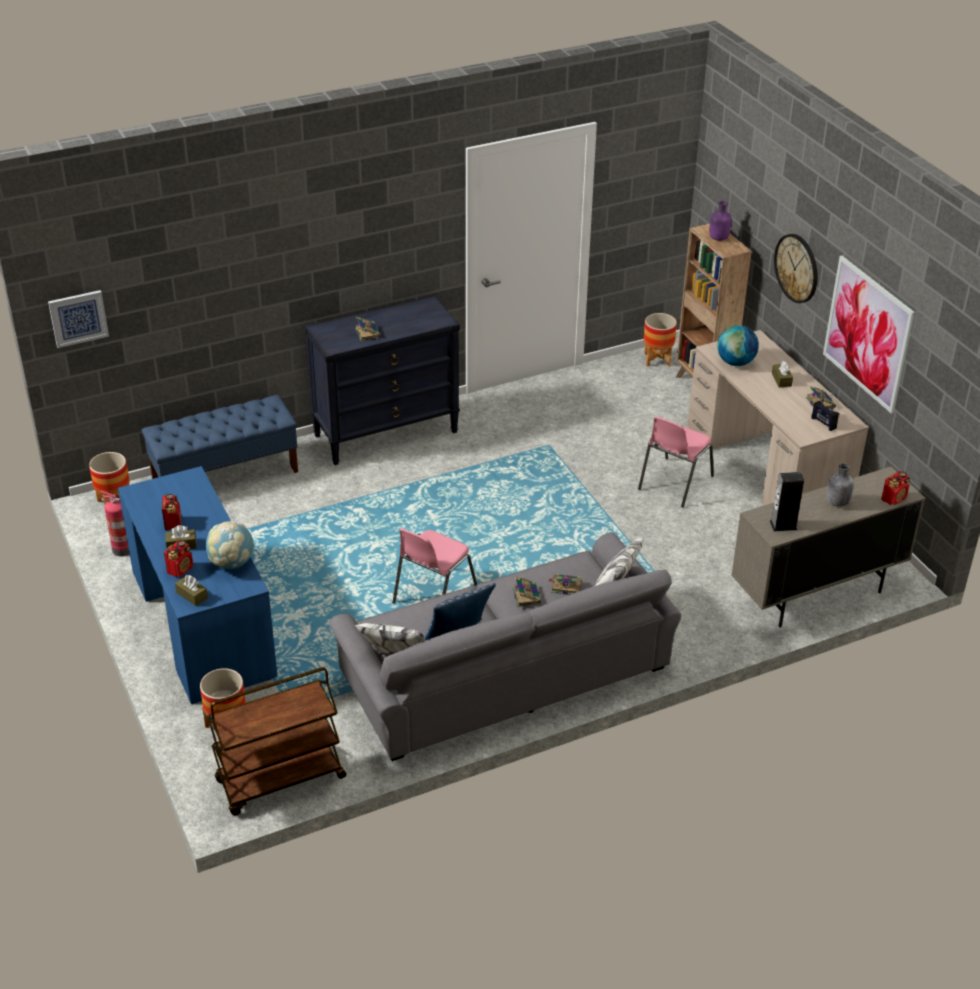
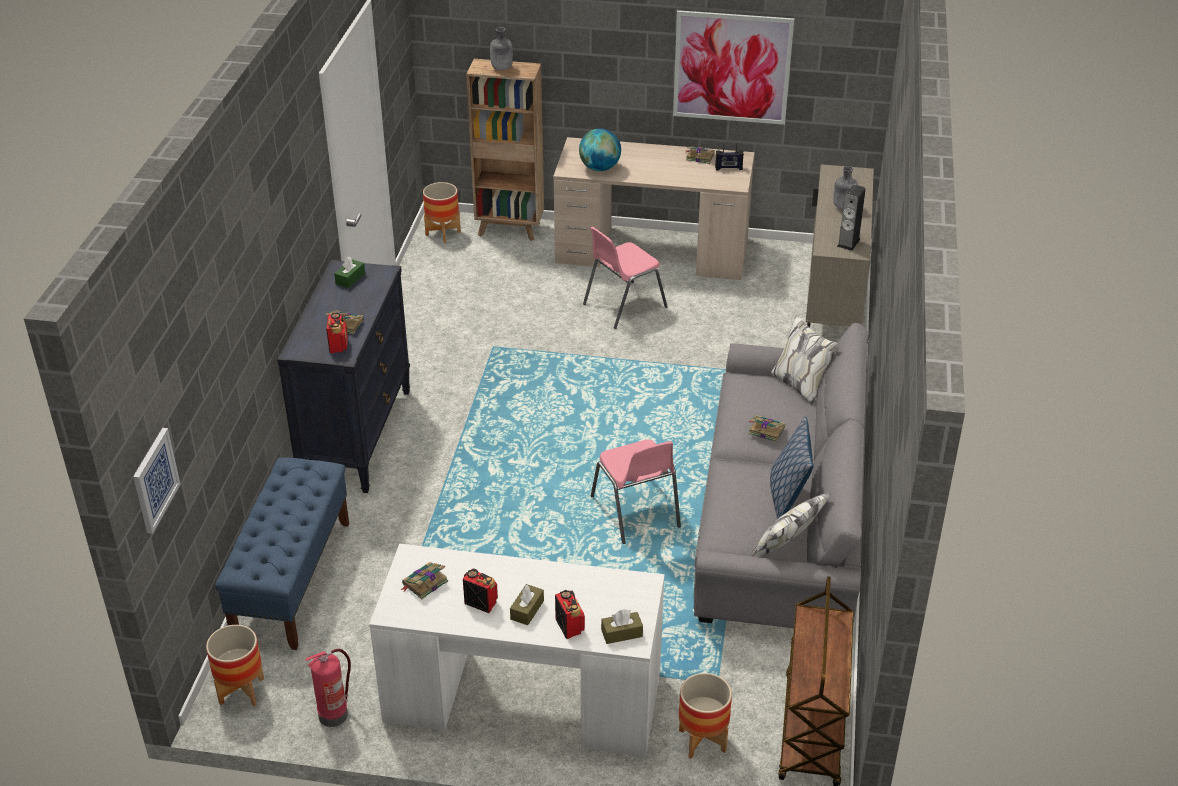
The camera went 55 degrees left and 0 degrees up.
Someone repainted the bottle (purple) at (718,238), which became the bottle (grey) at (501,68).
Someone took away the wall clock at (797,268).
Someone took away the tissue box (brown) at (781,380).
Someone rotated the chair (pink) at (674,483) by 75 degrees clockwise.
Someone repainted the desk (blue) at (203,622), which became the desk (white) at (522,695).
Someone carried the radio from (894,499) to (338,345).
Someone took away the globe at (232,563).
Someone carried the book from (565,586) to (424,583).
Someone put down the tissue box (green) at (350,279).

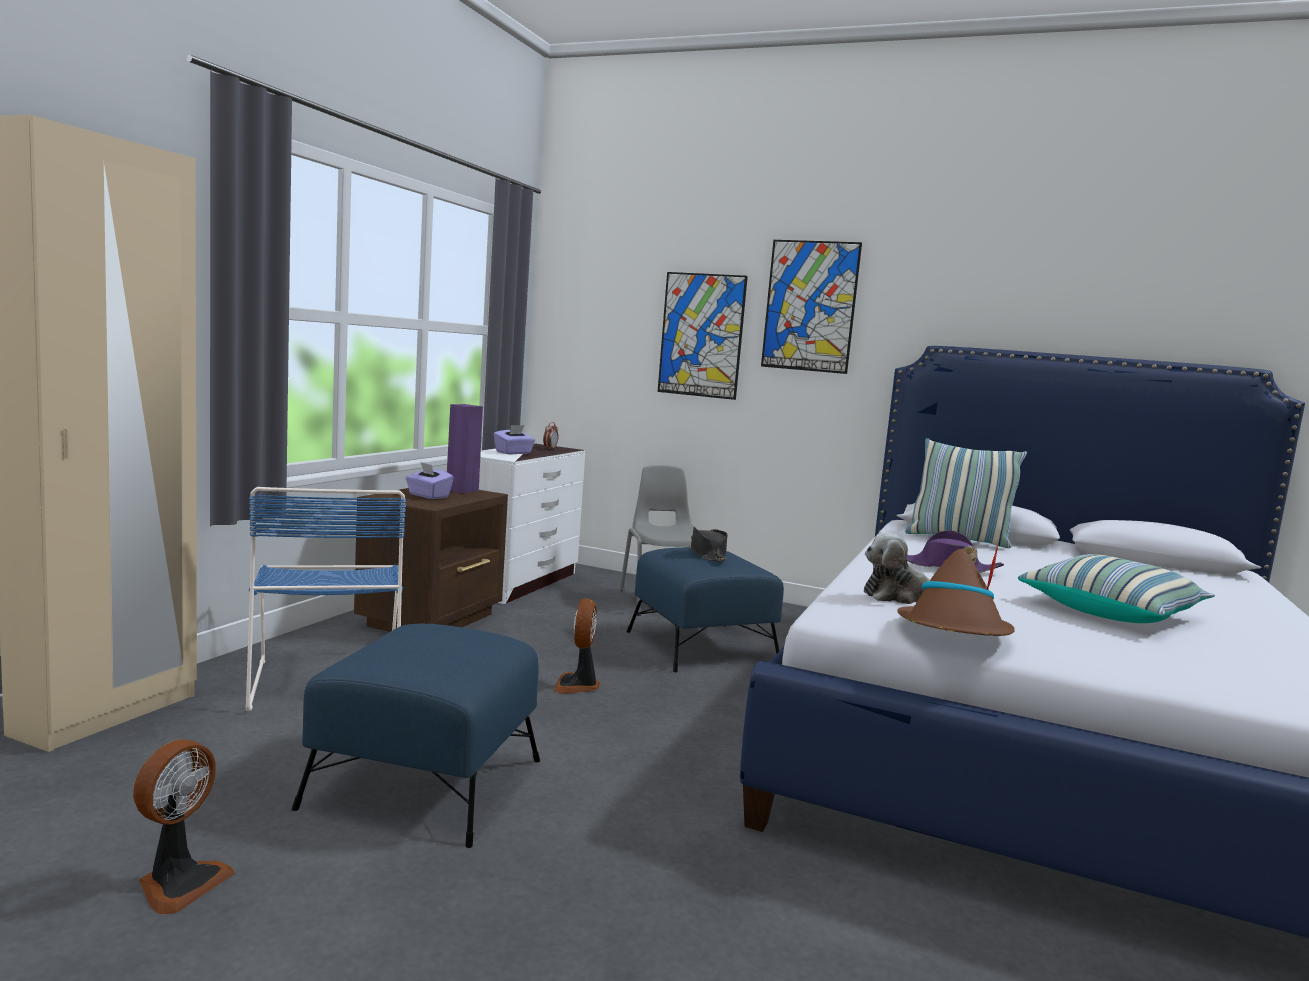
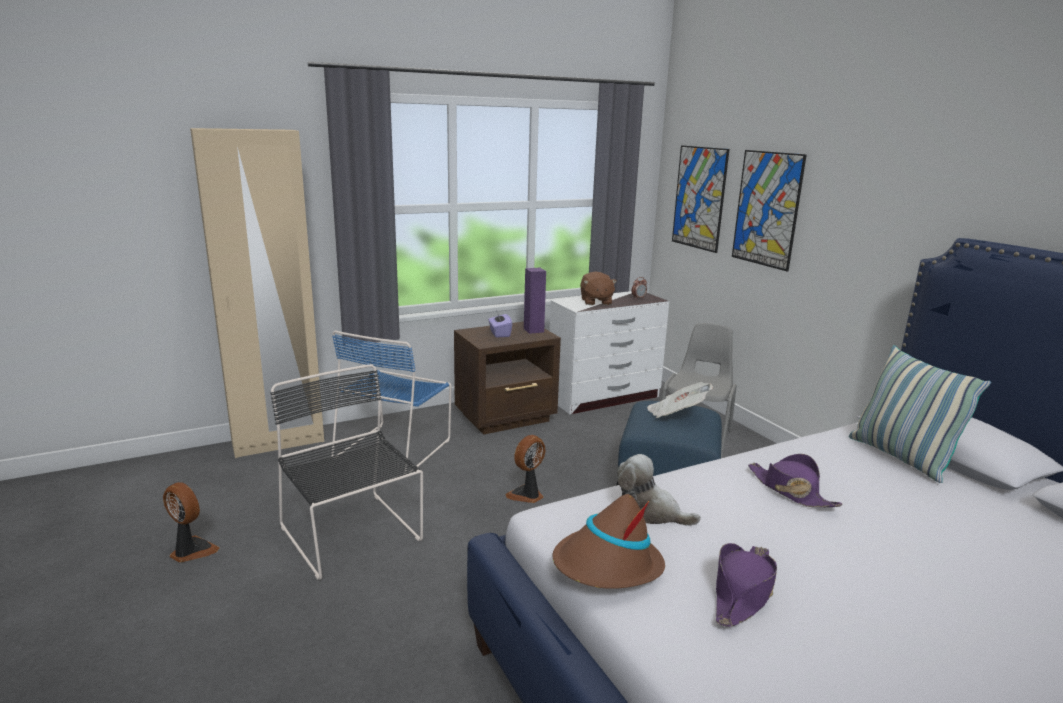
The camera went 40 degrees right and 10 degrees up.
Someone carried the picture from (810,306) to (699,198).
Someone swapped the tissue box (purple) at (513,453) for the plush toy (brown) at (595,302).
Someone swapped the hat (black) at (707,554) for the newspaper at (676,414).
Someone took away the pillow at (1111,612).
Someone swapped the ottoman (blue) at (426,782) for the chair (black) at (352,536).
Someone rotated the fan at (179,883) by 120 degrees counterclockwise.
Someone put down the hat (purple) at (742,592).

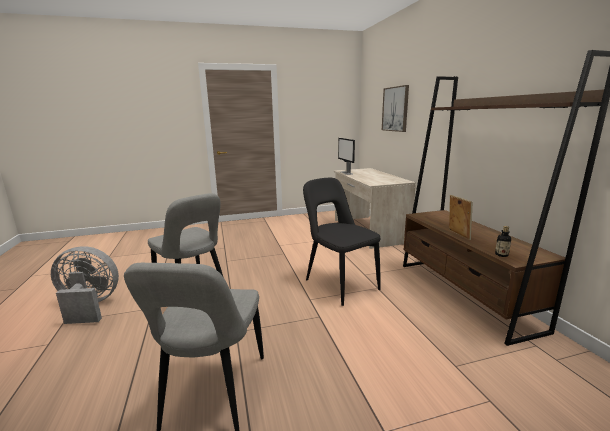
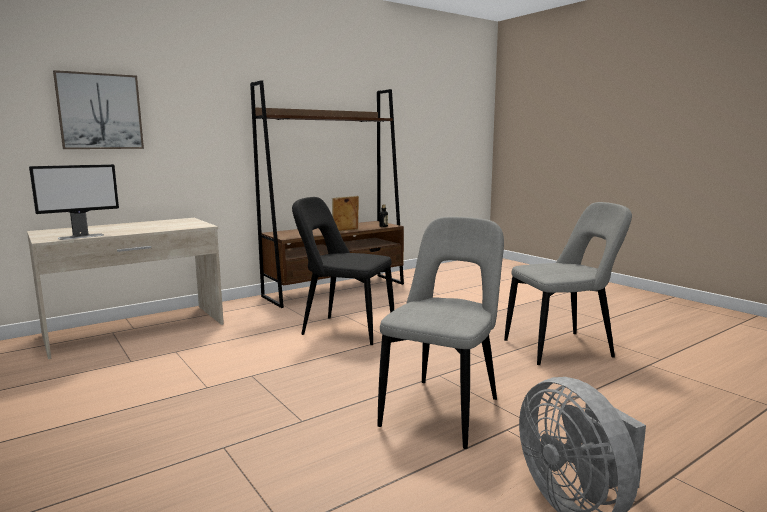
The camera went 110 degrees left and 5 degrees down.
Someone rotated the chair (black) at (339,284) by 75 degrees clockwise.

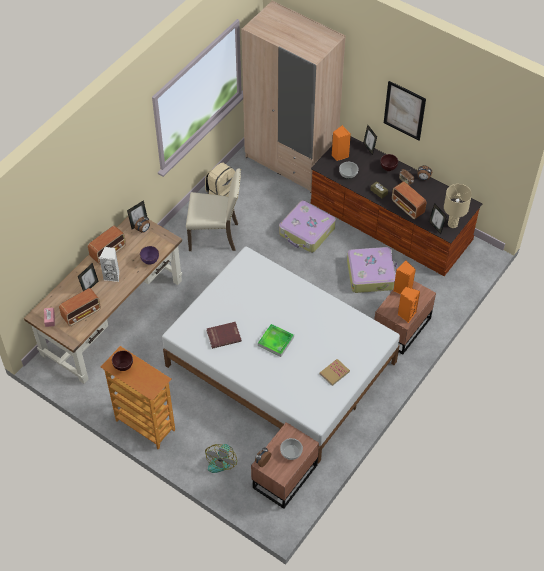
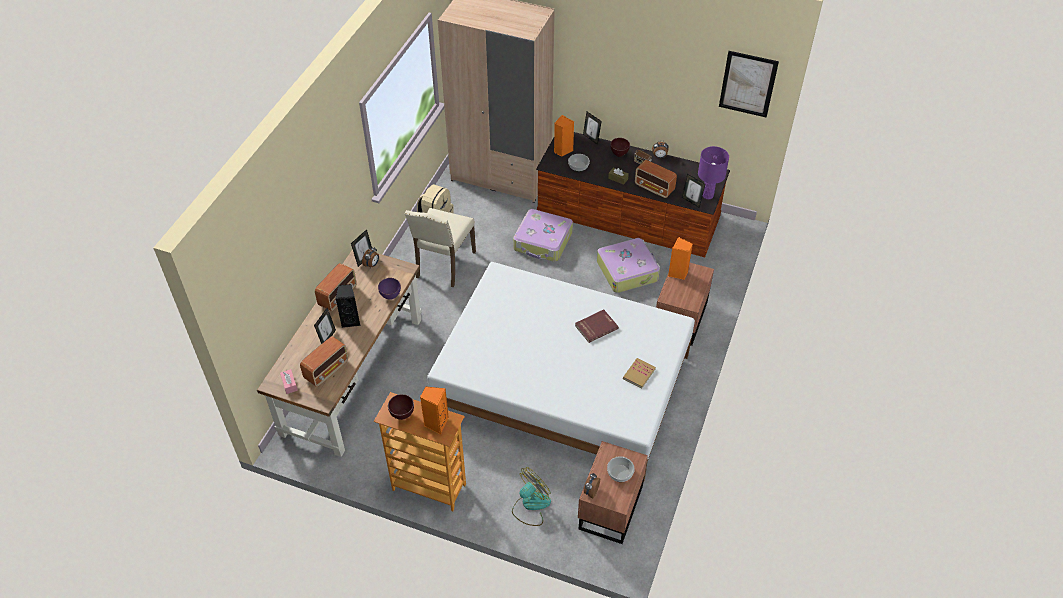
The camera went 15 degrees left and 5 degrees down.
Someone carried the picture from (404,110) to (748,84).
Someone rotated the chair (beige) at (215,235) by 120 degrees clockwise.
Someone repainted the table lamp (beige) at (452,224), which became the table lamp (purple) at (708,195).
Someone repainted the speaker (white) at (112,275), which became the speaker (black) at (351,320).
Someone carried the speaker (orange) from (406,314) to (436,423).
Someone carried the book (red) from (223,335) to (596,326).
Someone took away the tray at (276,341).
Someone rotated the fan at (221,459) by 135 degrees counterclockwise.

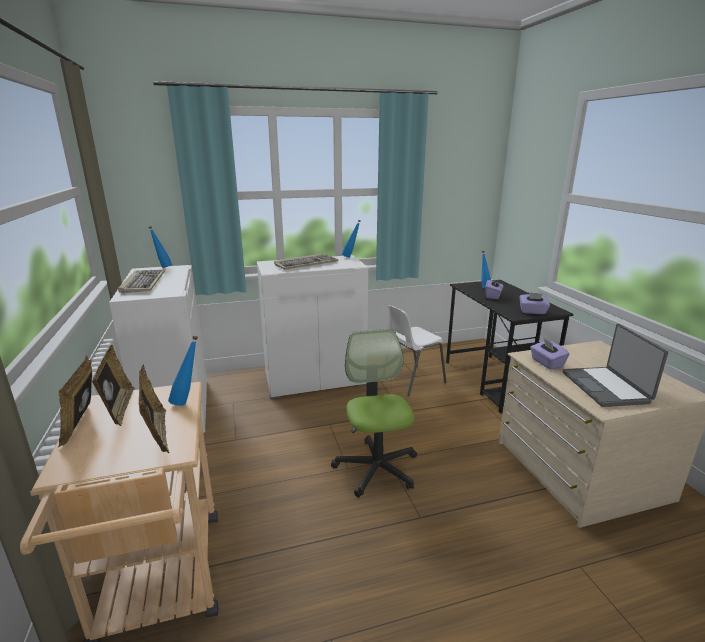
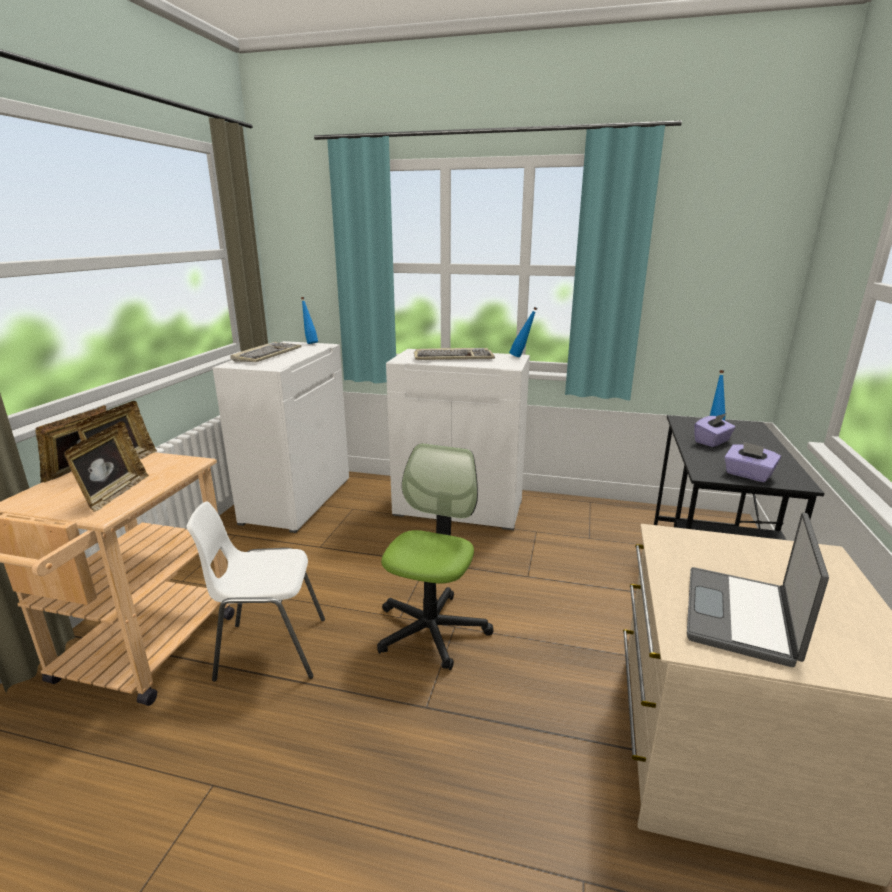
The camera went 30 degrees right and 0 degrees up.
Someone carried the chair (white) from (411,380) to (269,649).
Someone took away the bottle (blue) at (188,401).
Someone took away the tissue box (purple) at (546,363).

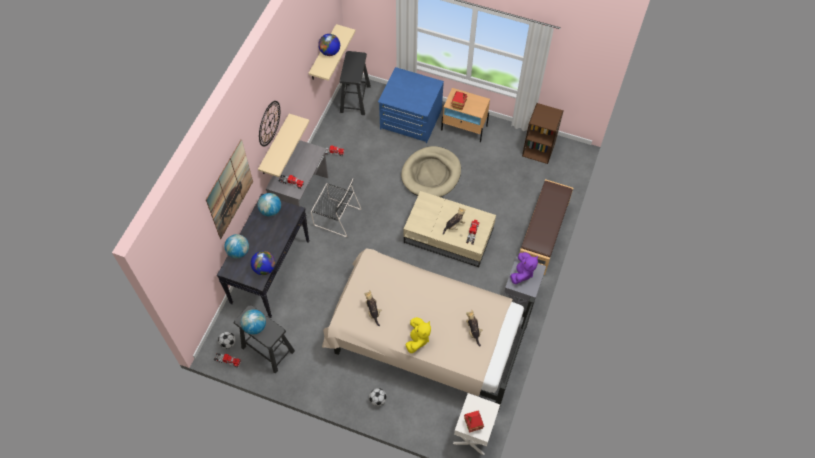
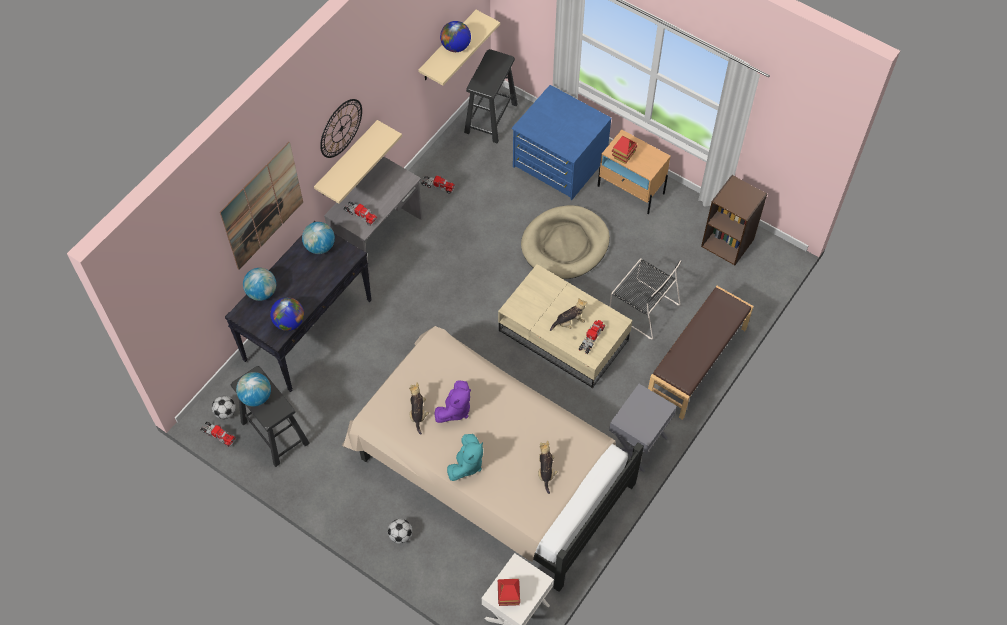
The camera went 15 degrees right and 0 degrees up.
Someone carried the chair (black) from (336,216) to (642,307).
Someone carried the plush toy (purple) from (522,273) to (455,410).
Someone repainted the plush toy (yellow) at (417,339), which became the plush toy (turquoise) at (466,464).

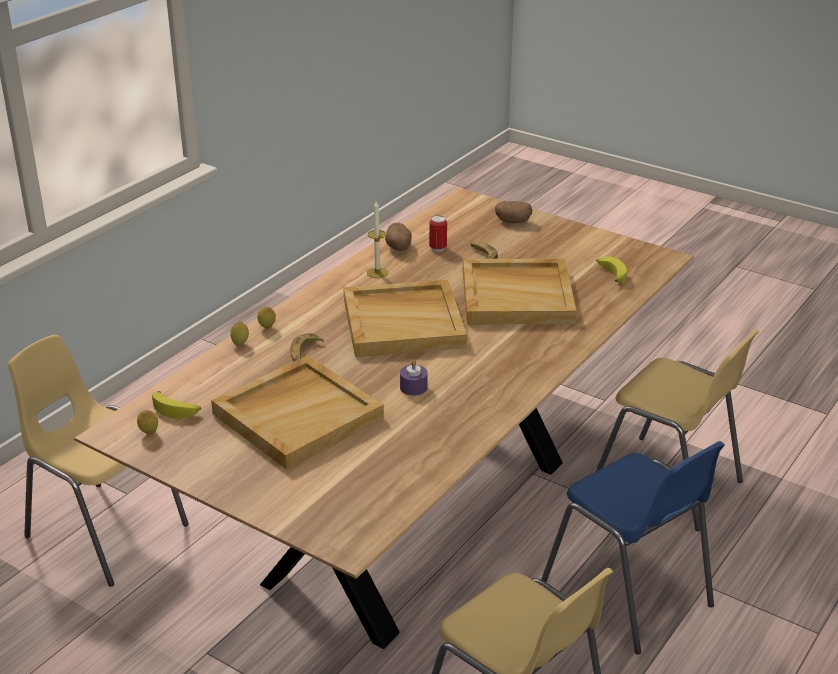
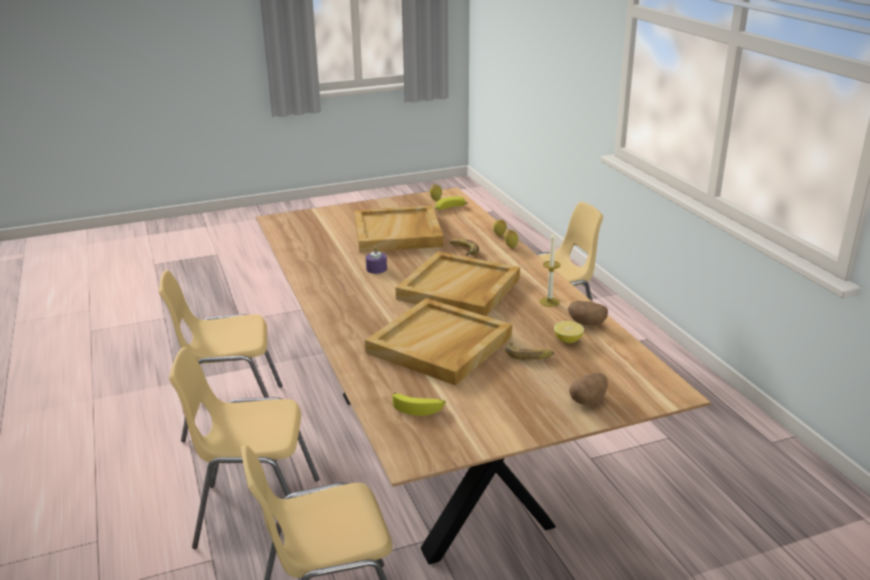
The camera went 125 degrees right and 5 degrees down.
Someone swapped the can at (438,248) for the lemon at (568,340).
Someone repainted the chair (blue) at (628,594), which became the chair (yellow) at (257,513).

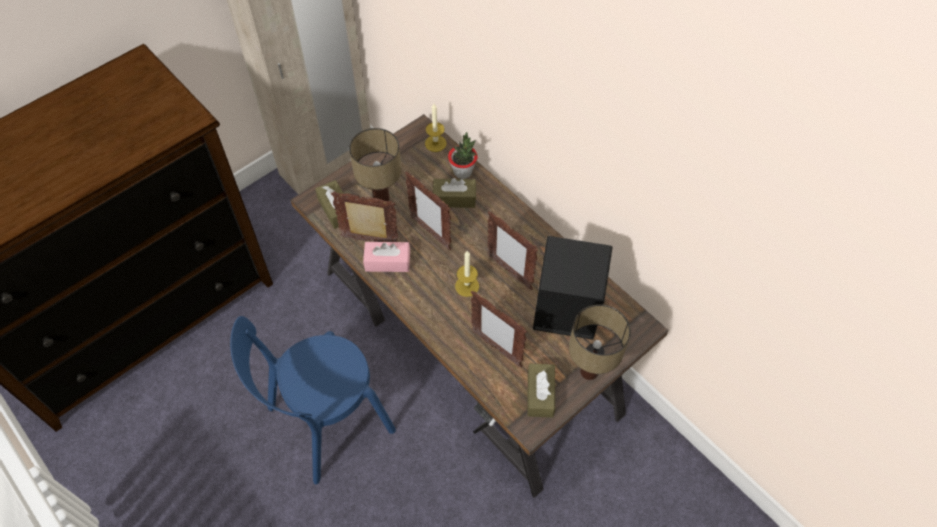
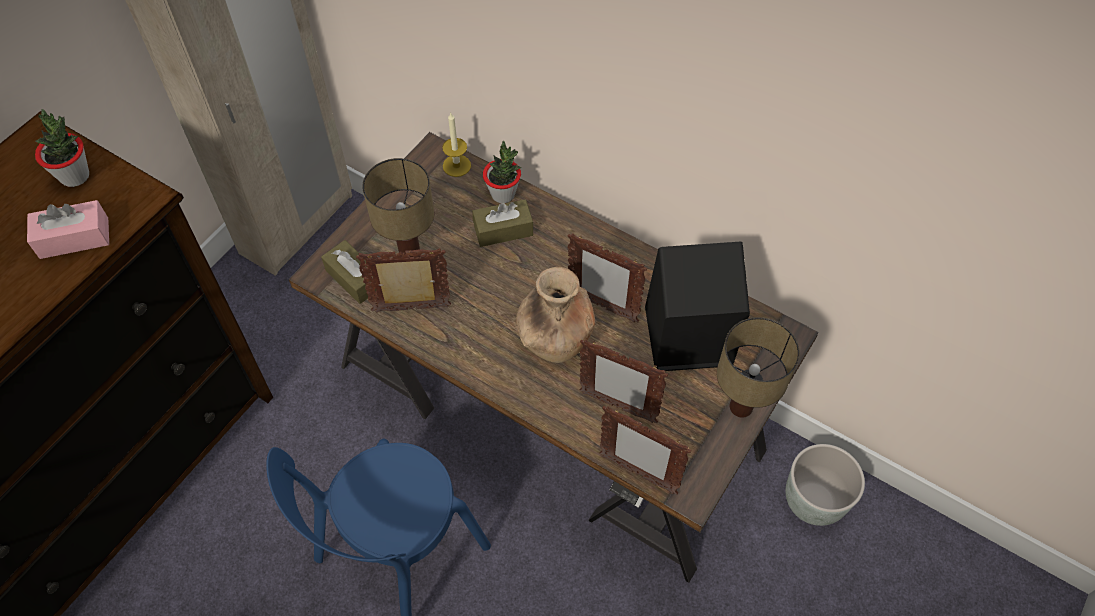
The camera went 15 degrees left and 0 degrees up.
Someone carried the picture frame from (430,233) to (637,473).
Someone carried the tissue box (pink) from (387,262) to (74,238).
Someone swapped the candle at (467,286) for the vase (brown) at (555,337).
Someone took away the tissue box (brown) at (540,394).
Someone put down the potted plant at (75,176).
Someone put down the planter (grey) at (814,501).

